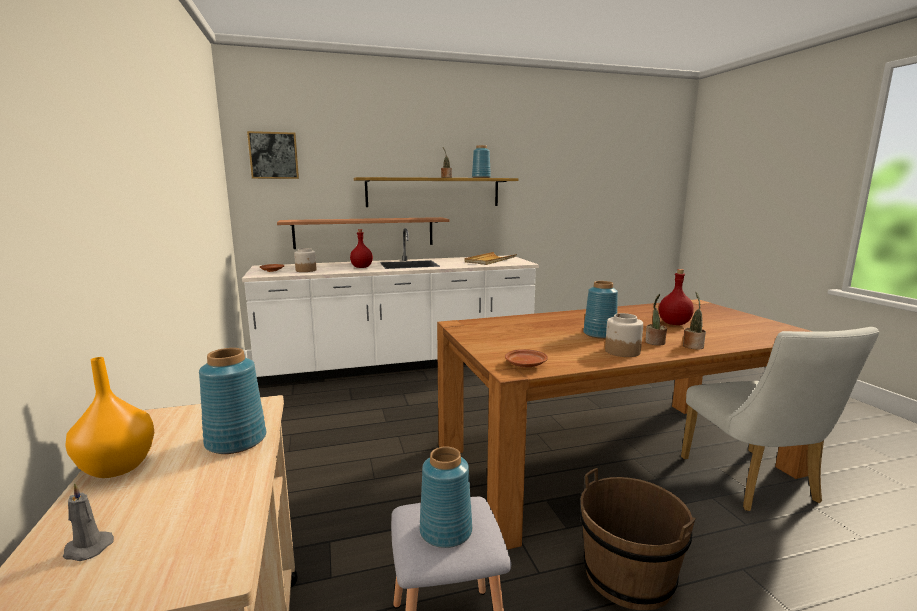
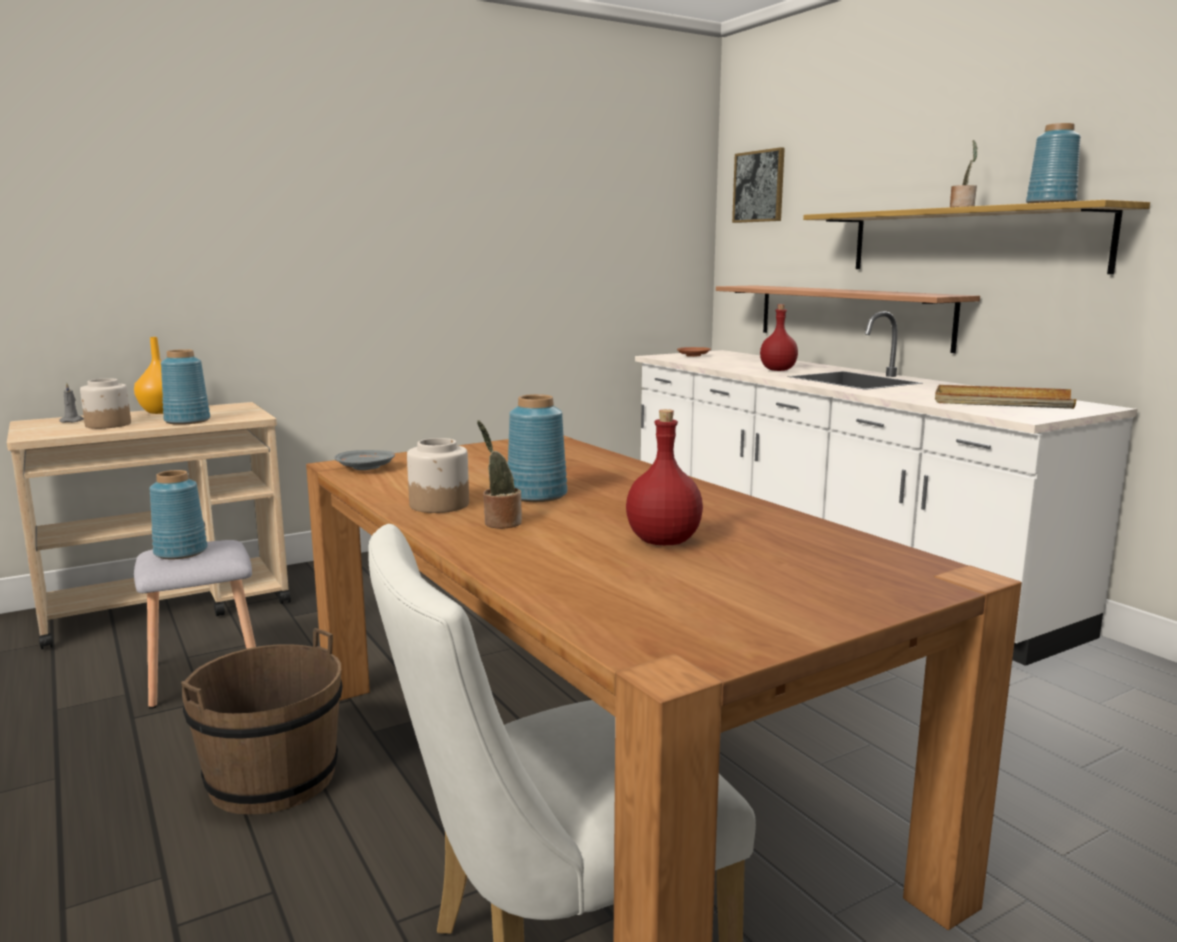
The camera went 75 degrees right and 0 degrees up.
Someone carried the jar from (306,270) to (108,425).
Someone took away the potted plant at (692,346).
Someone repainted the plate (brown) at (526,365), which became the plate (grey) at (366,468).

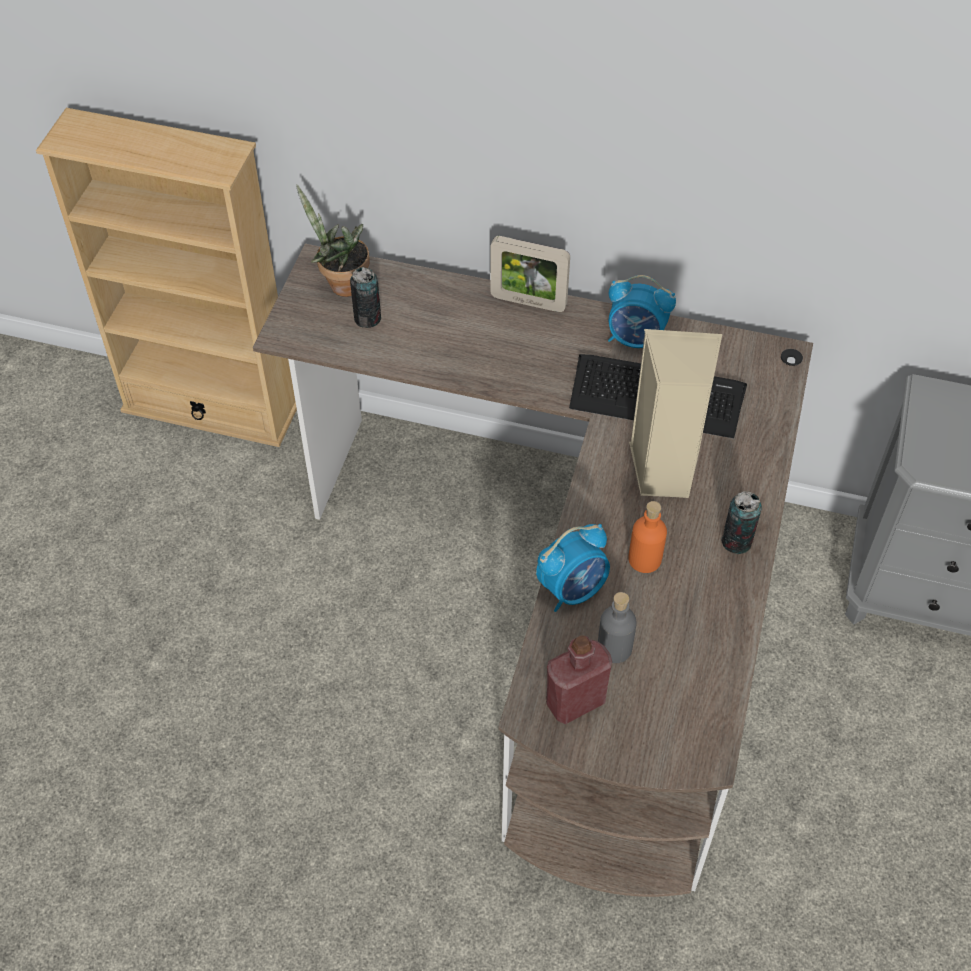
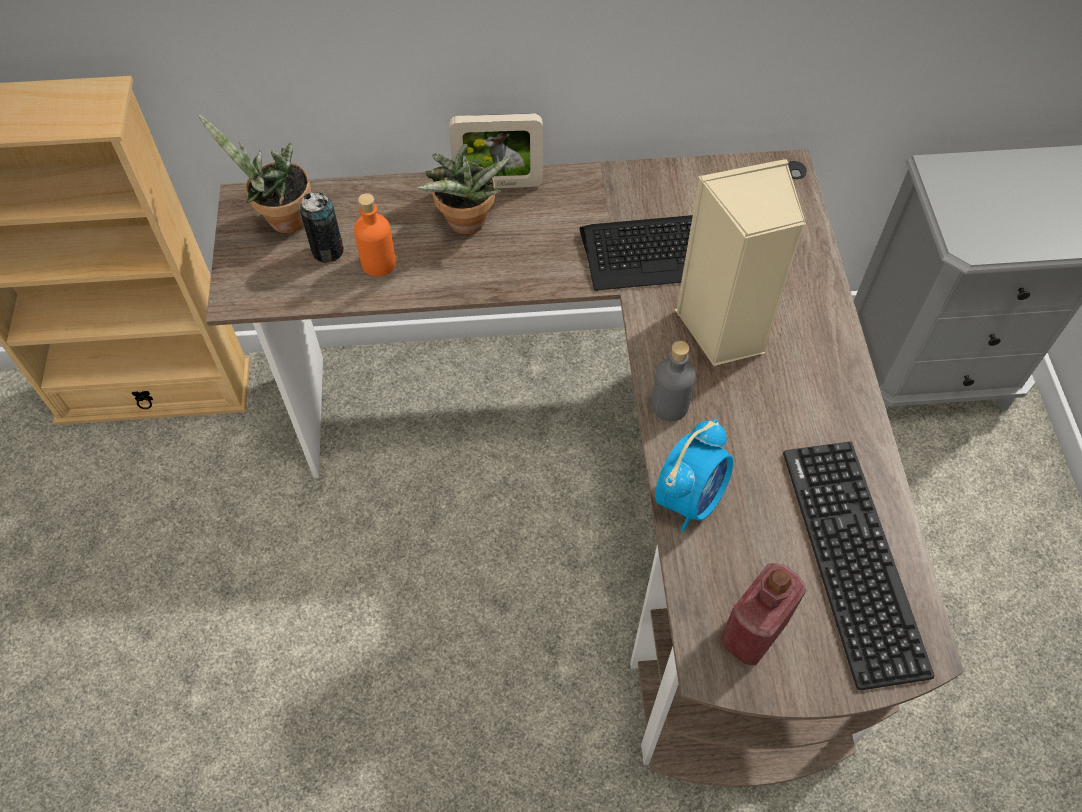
The camera went 20 degrees left and 5 degrees up.
Someone took away the alarm clock at (636,339).
Someone took away the can at (736,542).
Someone carried the bottle (orange) from (645,559) to (378,263).
Someone carried the bottle (grey) from (614,648) to (669,405).
Someone put down the potted plant at (466,226).
Someone put down the keyboard at (853,559).

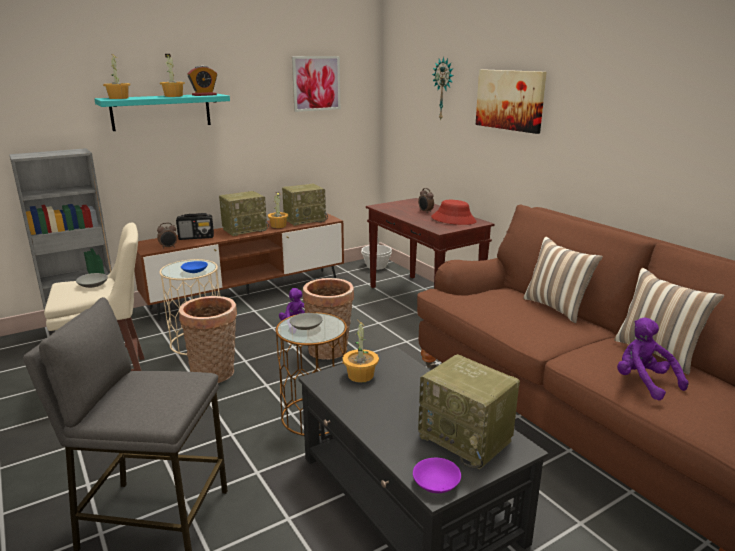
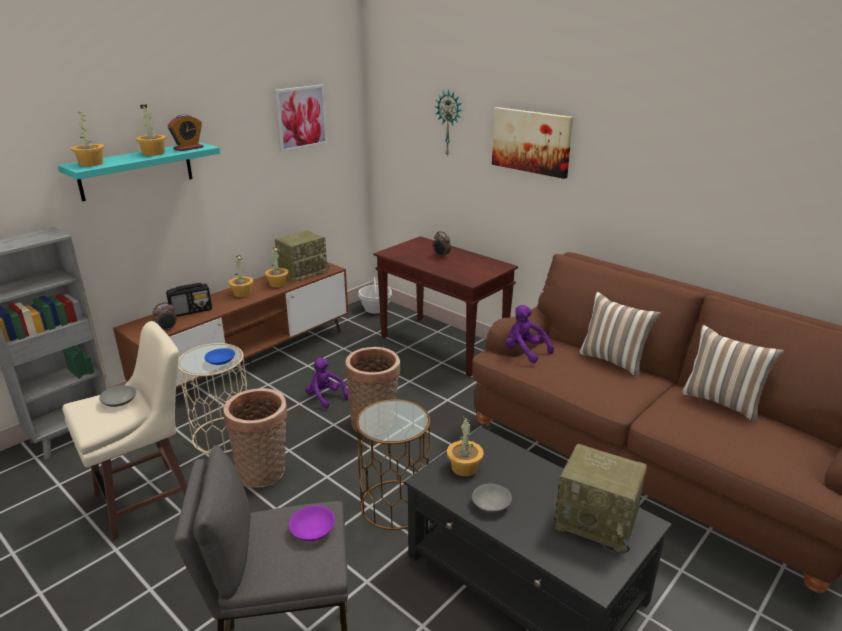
The camera went 15 degrees left and 5 degrees up.
Someone swapped the radio at (245,229) for the potted plant at (242,293).
Someone took away the hat (red) at (453,220).
Someone carried the bowl (grey) from (305,327) to (490,504).
Someone carried the plush toy (purple) from (643,382) to (525,351).
Someone carried the bowl (purple) from (436,484) to (312,531).

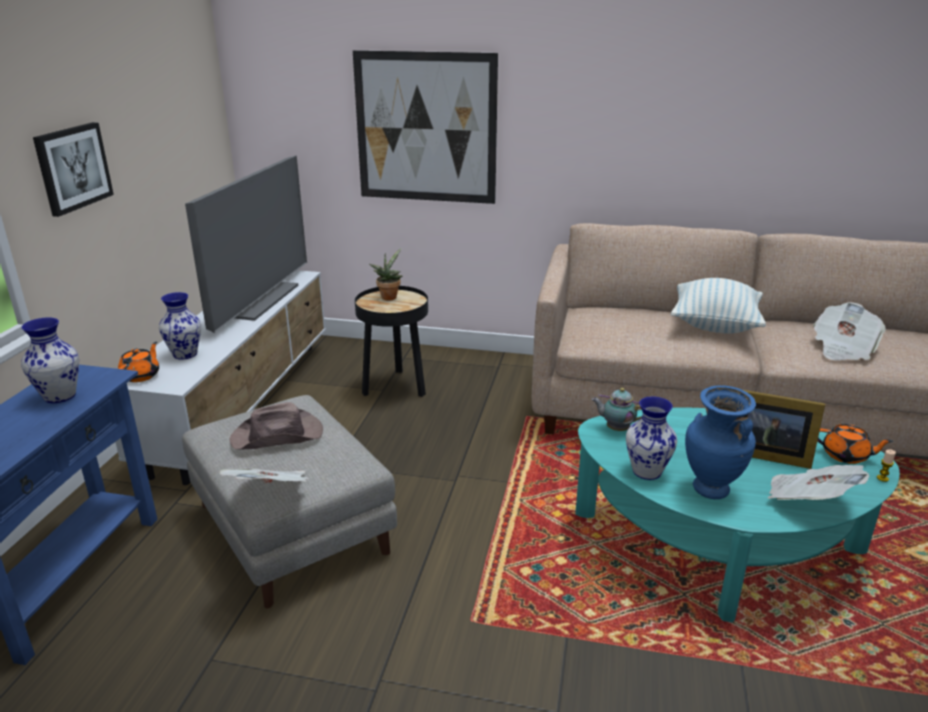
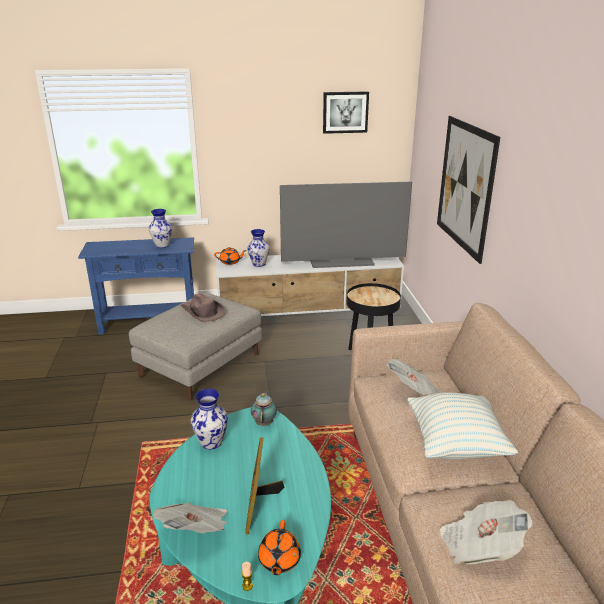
The camera went 70 degrees right and 0 degrees up.
Someone carried the picture from (73,168) to (345,112).
Someone took away the potted plant at (389,296).
Someone took away the vase (blue) at (710,490).
Someone carried the newspaper from (271,493) to (413,391).

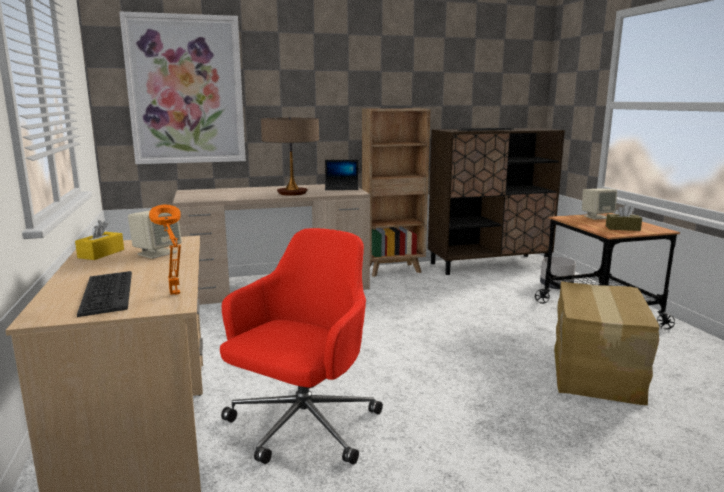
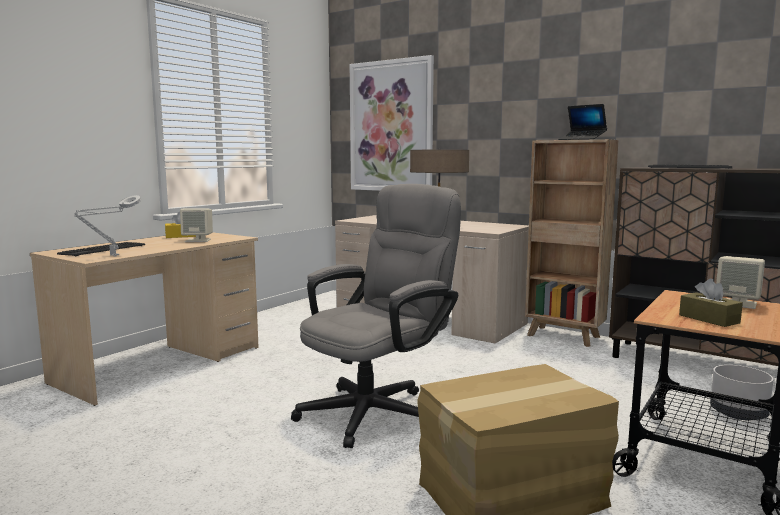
The camera went 50 degrees right and 5 degrees down.
Someone carried the laptop from (342,188) to (582,139).
Someone repainted the table lamp (orange) at (175,295), which became the table lamp (grey) at (112,256).
Someone took away the office chair (red) at (302,427).
Someone put down the office chair (grey) at (378,409).

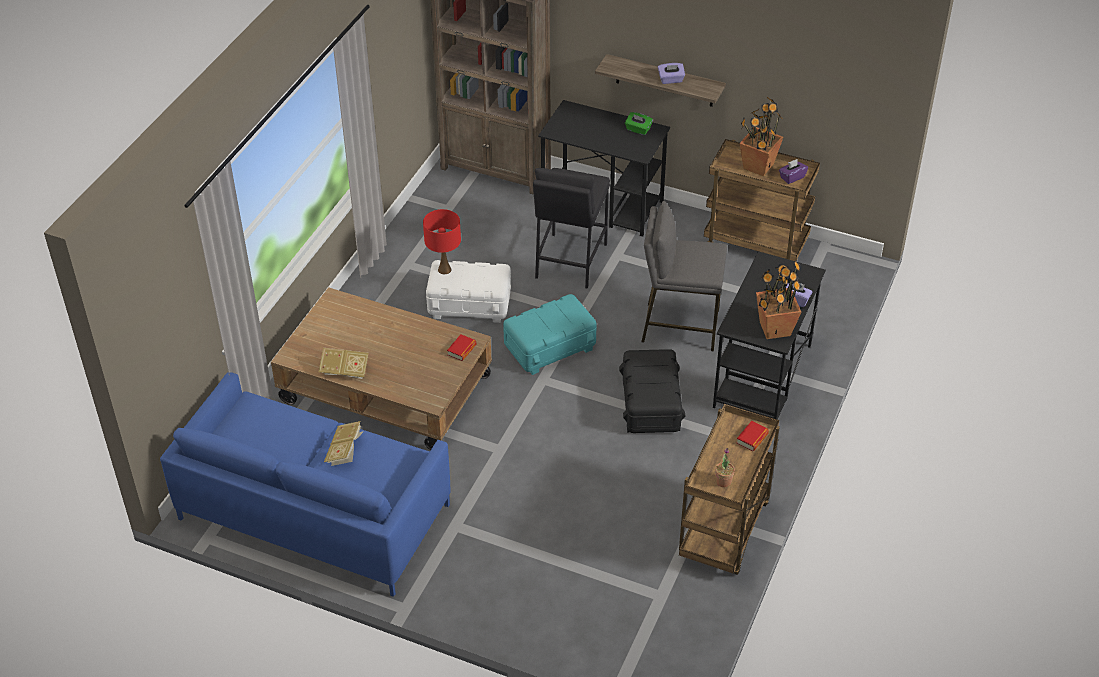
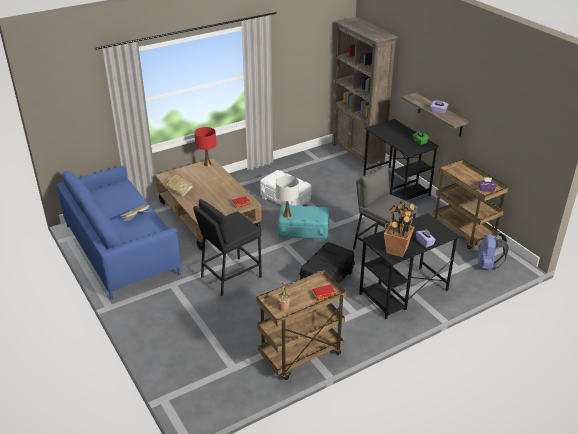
The camera went 35 degrees right and 10 degrees down.
Someone took away the potted plant at (758,166).
Someone carried the stool (black) from (570,261) to (230,276).
Someone carried the table lamp (red) from (444,269) to (207,164).
Someone put down the table lamp (white) at (287,215).
Someone put down the backpack (blue) at (488,265).

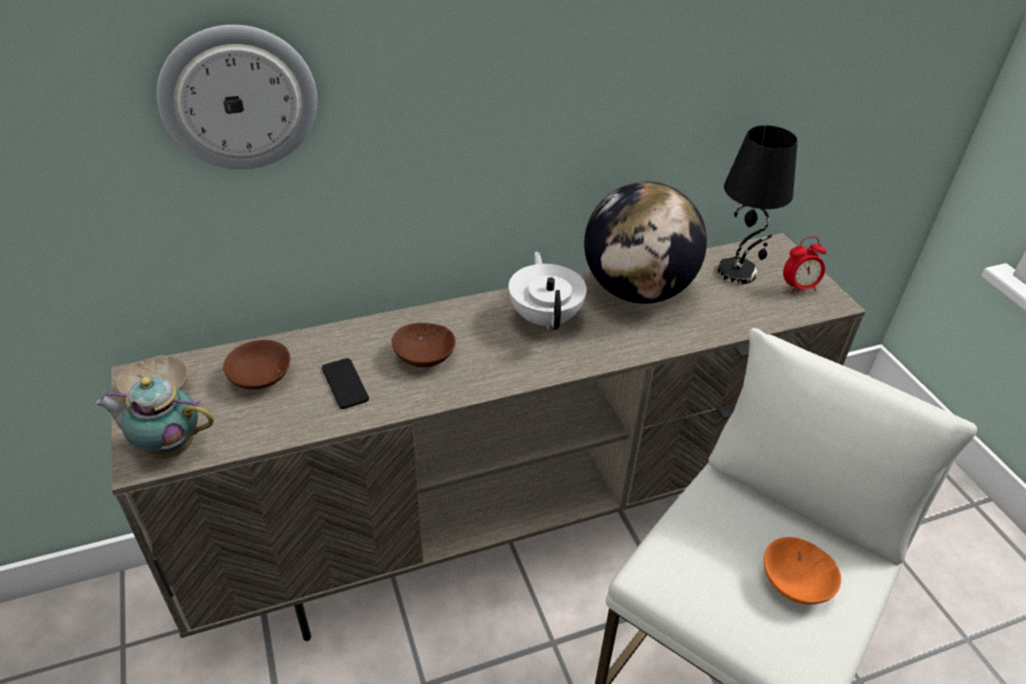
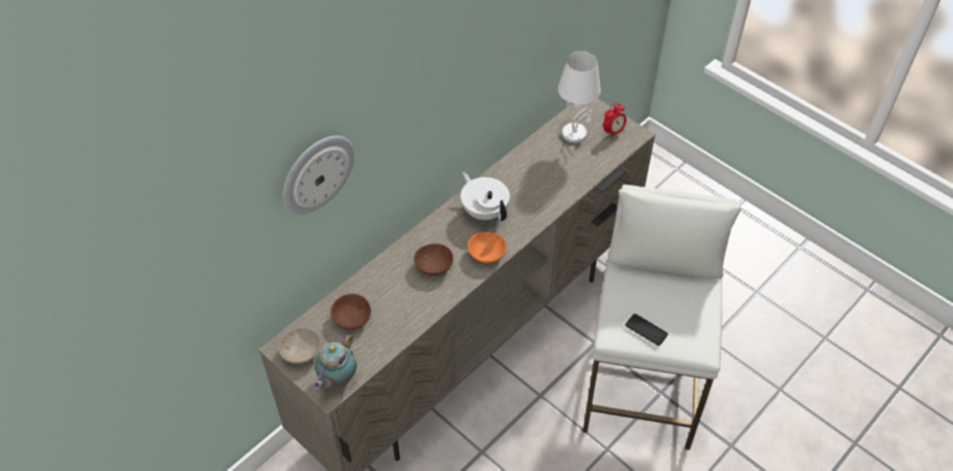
The camera went 25 degrees left and 10 degrees up.
Someone repainted the table lamp (black) at (738,272), which became the table lamp (white) at (575,133).
Someone took away the globe at (636,290).
Someone carried the phone from (345,384) to (646,330).
Someone rotated the teapot at (167,447) by 45 degrees counterclockwise.
Someone carried the bowl (orange) from (793,582) to (486,254).

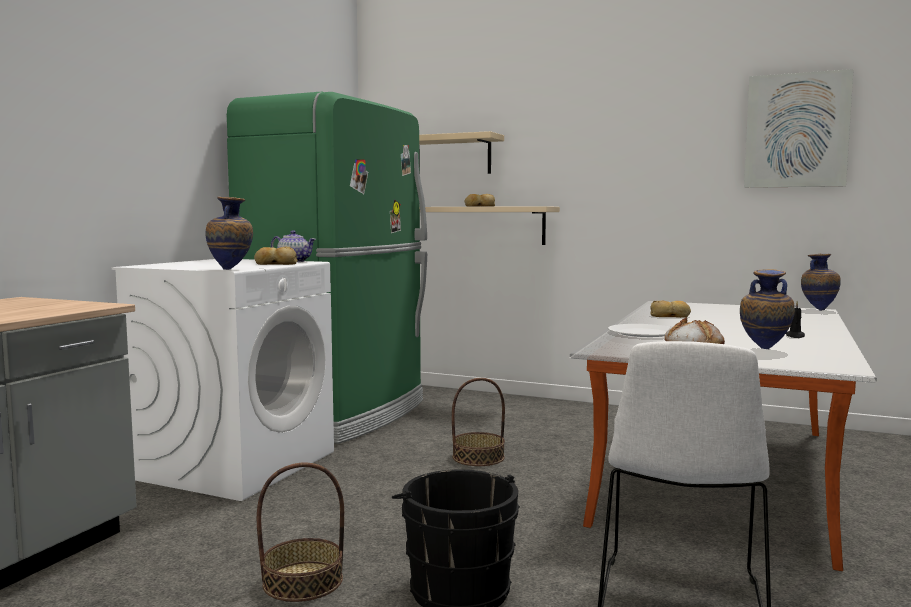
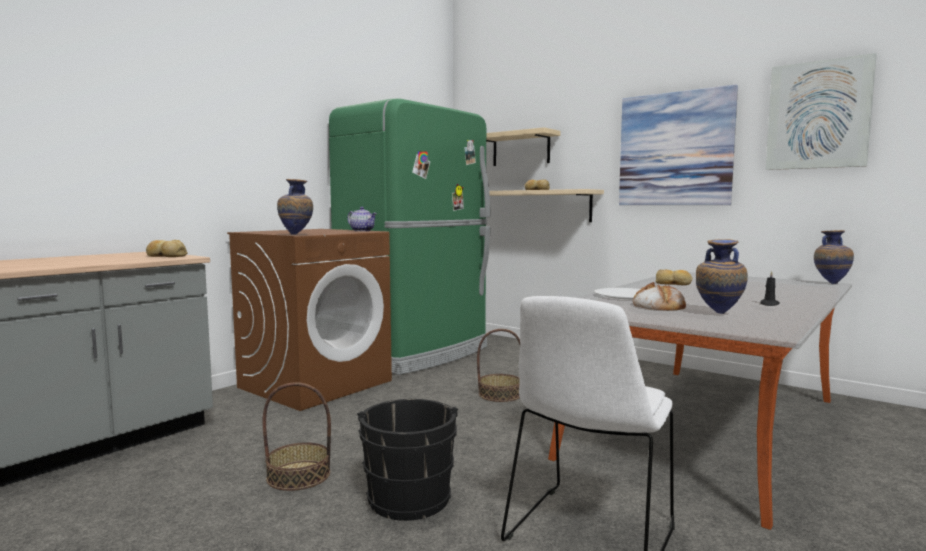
The camera went 15 degrees right and 0 degrees up.
Someone carried the bread from (275,264) to (166,256).
Someone repainted the washing machine (white) at (236,464), which became the washing machine (brown) at (316,384).
Someone put up the picture at (675,149).

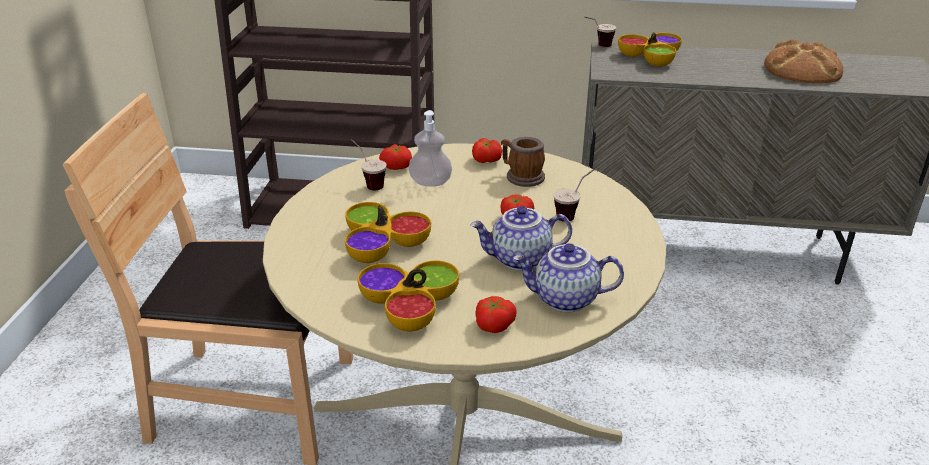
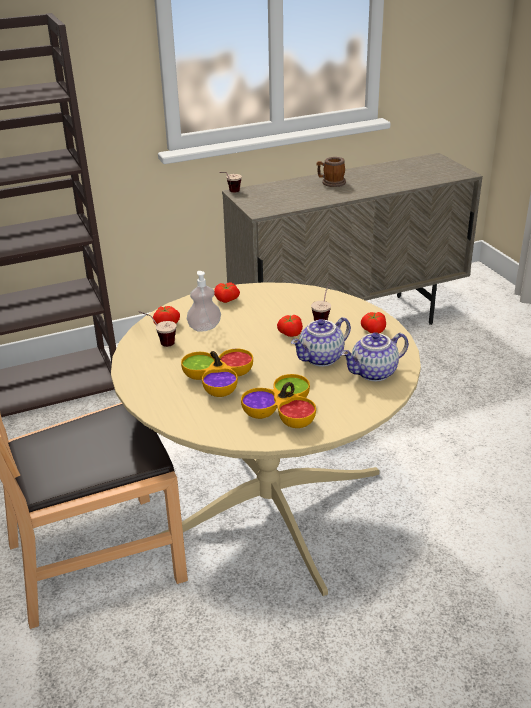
The camera went 30 degrees left and 0 degrees up.
Someone took away the bowl at (651,57).
Someone took away the bread at (802,69).
Someone carried the mug from (521,176) to (331,183).
Someone carried the tomato from (493,324) to (372,330).

